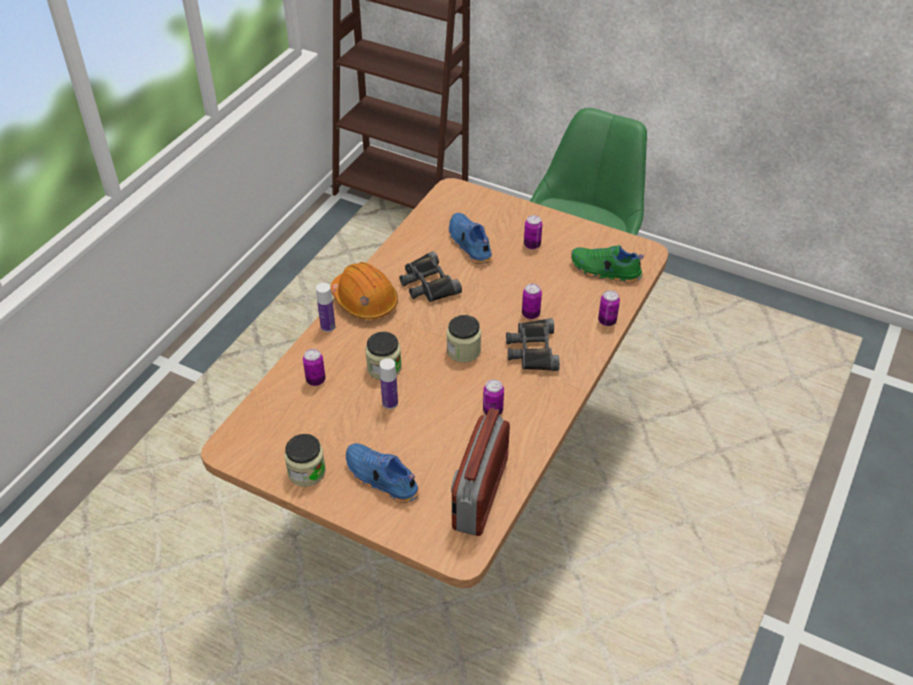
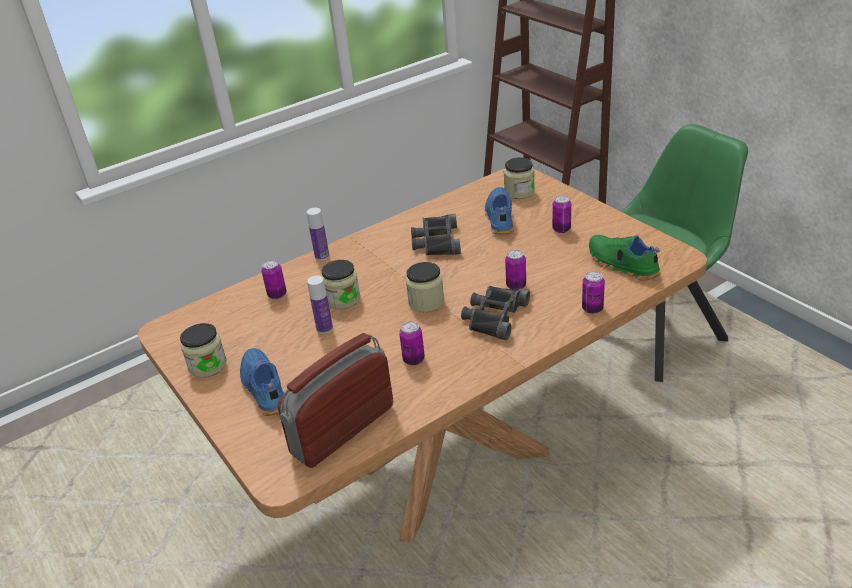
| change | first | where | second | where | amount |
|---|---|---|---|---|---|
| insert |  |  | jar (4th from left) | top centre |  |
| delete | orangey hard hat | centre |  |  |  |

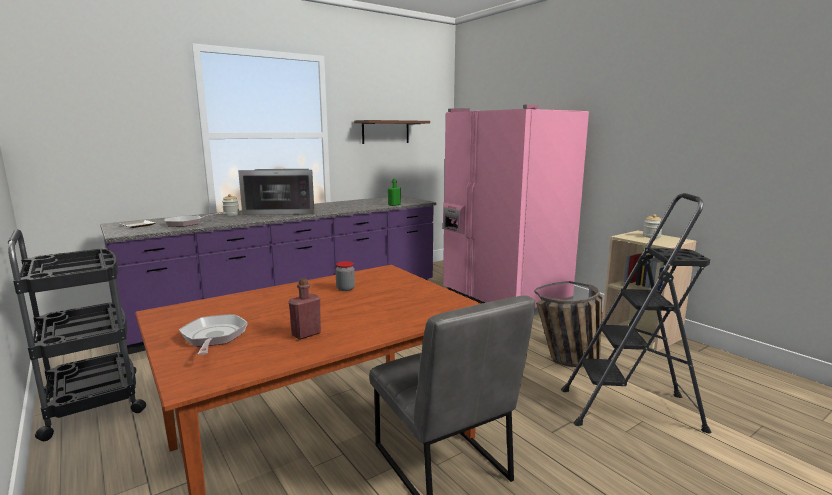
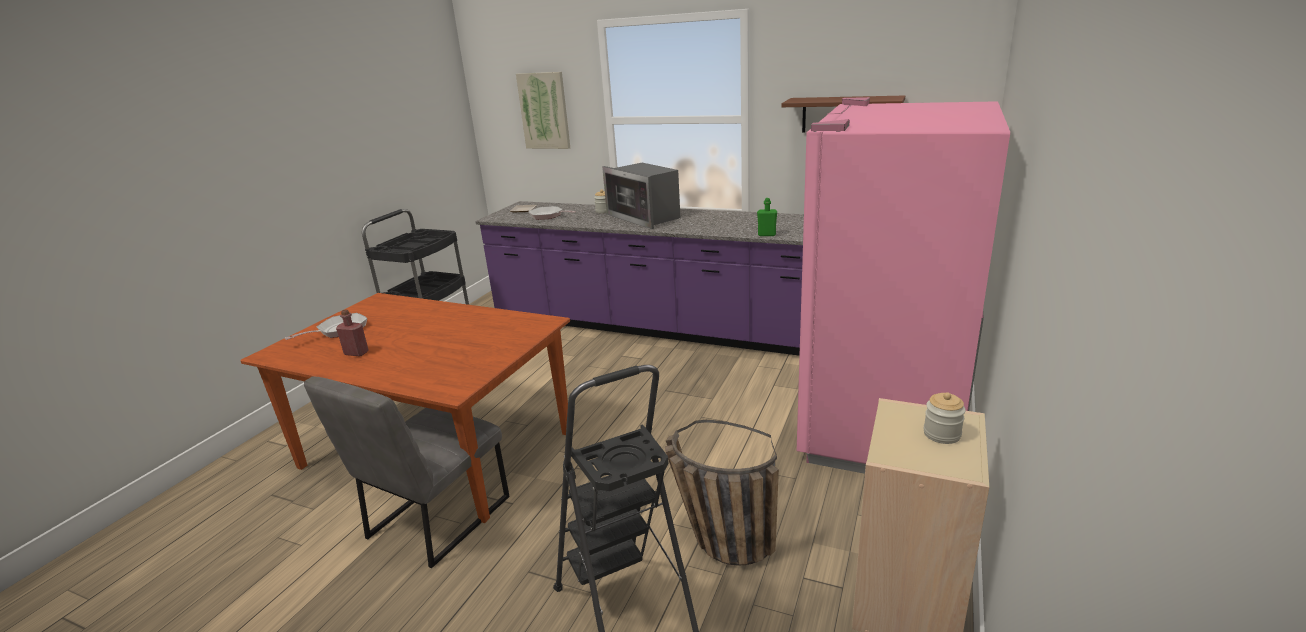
| change | first | where | second | where | amount |
|---|---|---|---|---|---|
| insert |  |  | wall picture | top centre |  |
| delete | jar (2nd from left) | centre |  |  |  |

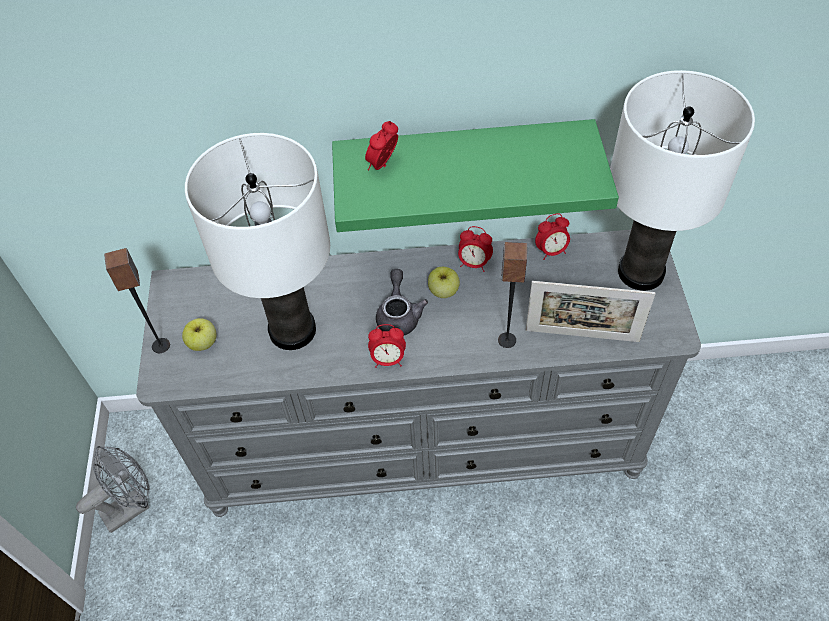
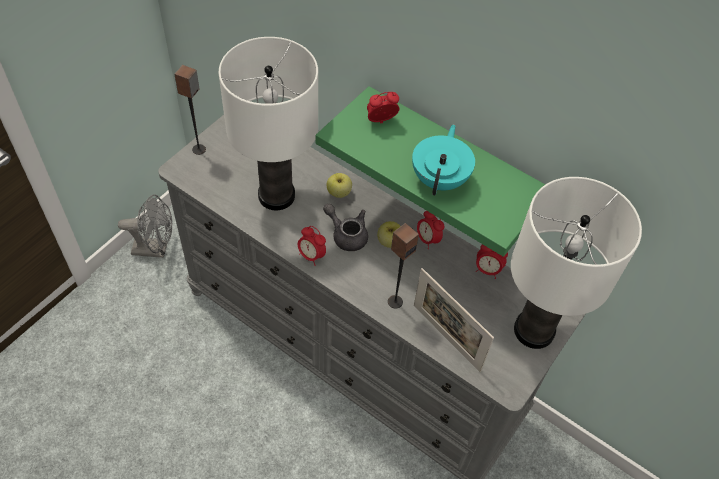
| change | first | where | second | where | amount |
|---|---|---|---|---|---|
| rotate | greyish teapot | centre |  | centre | 90 degrees counterclockwise |
| move | apple fruit (1st from left) | middle left |  | centre |  |
| insert |  |  | turquoise teapot | centre |  |

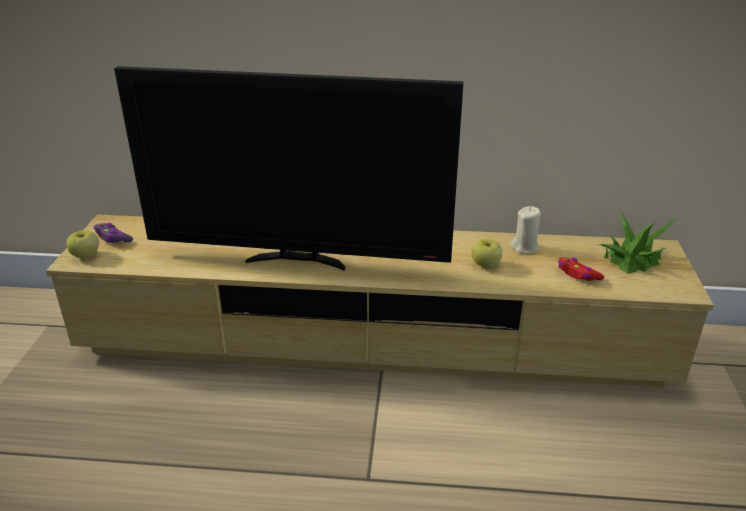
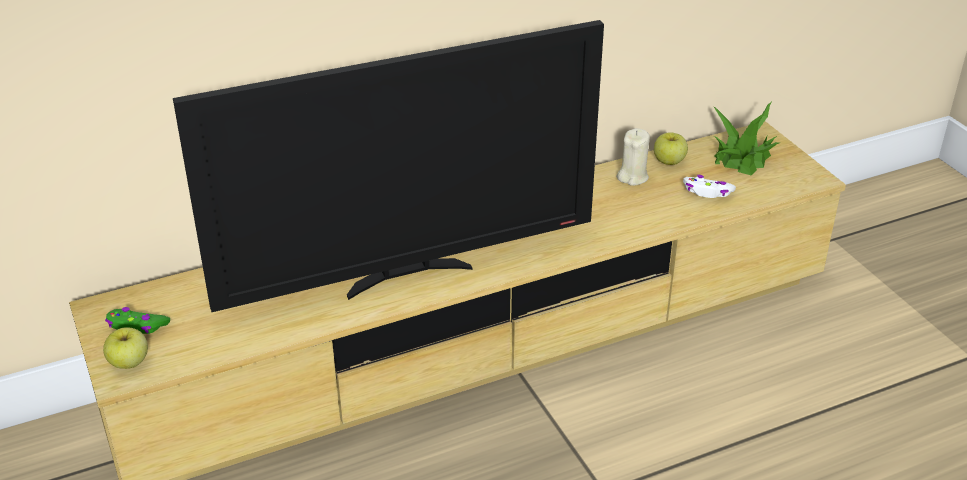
| change | first | where | second | where | amount |
|---|---|---|---|---|---|
| recolor | purplish gamepad | middle left | green-coloured gamepad | bottom left |  |
| move | apple fruit (2nd from left) | centre |  | top right |  |
| recolor | red gamepad | middle right | whitish gamepad | middle right |  |

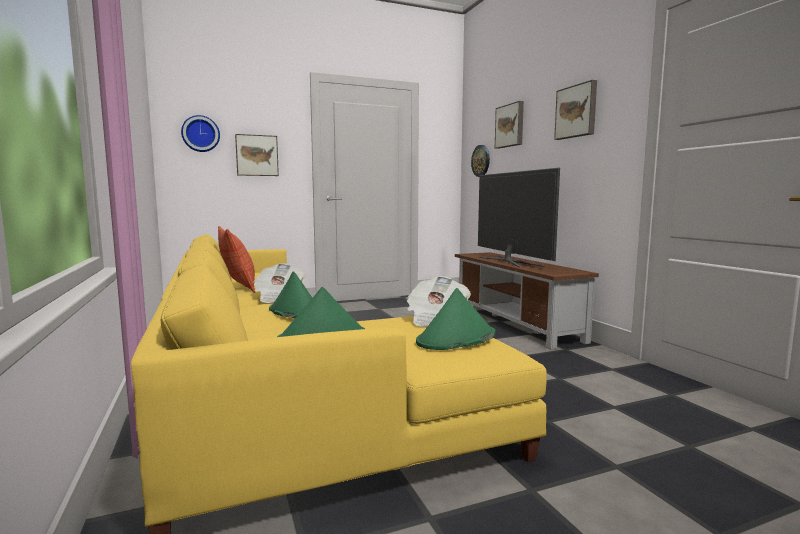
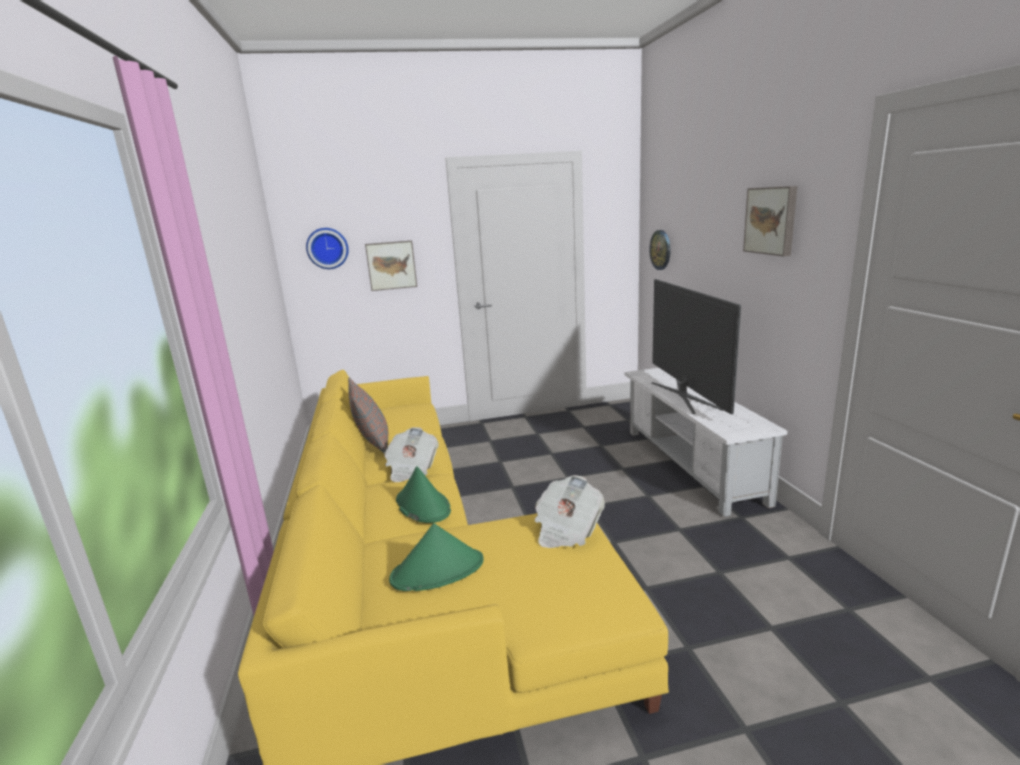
| change | first | where | second | where | amount |
|---|---|---|---|---|---|
| recolor | orangey pillow | middle left | greyish pillow | centre |  |
| recolor | brown tv stand | centre | whitish tv stand | middle right |  |
| delete | green-coloured hat (3rd from left) | centre |  |  |  |
| delete | wall picture (2nd from left) | top centre |  |  |  |

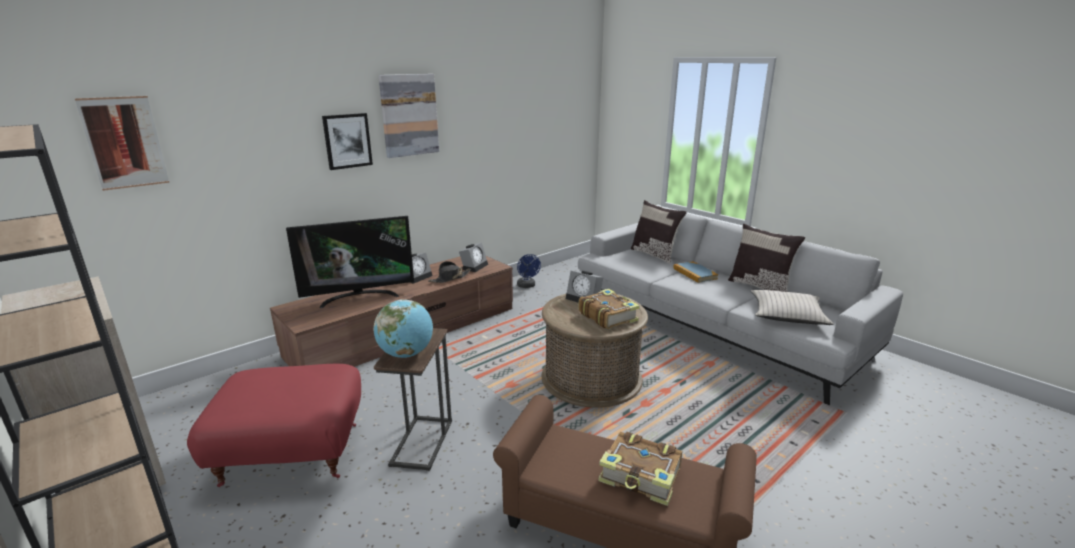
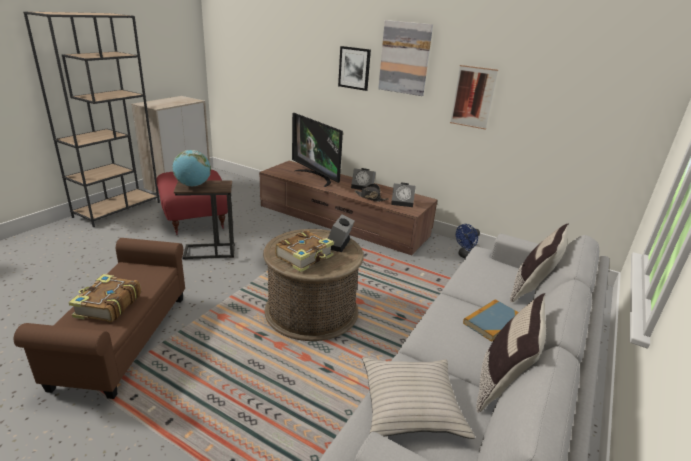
| change | first | where | second | where | amount |
|---|---|---|---|---|---|
| move | wall picture (1st from left in the first image) | top left | wall picture (3rd from left) | top right |  |

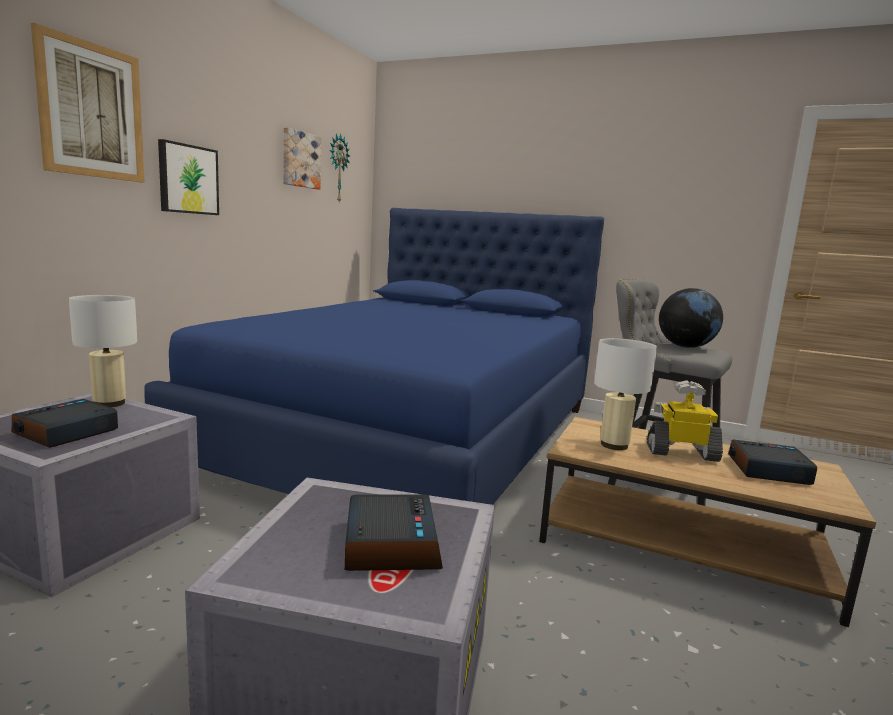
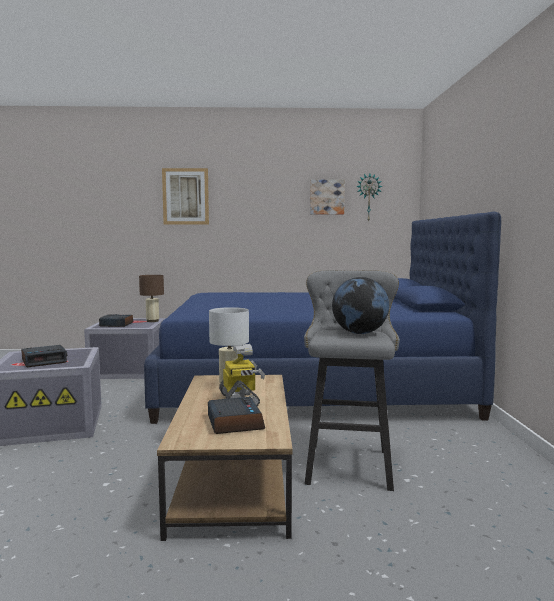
| change | first | where | second | where | amount |
|---|---|---|---|---|---|
| recolor | whitish lamp for a table (1st from left) | middle left | brown lamp for a table | middle left |  |
| delete | wall picture (2nd from left) | top left |  |  |  |

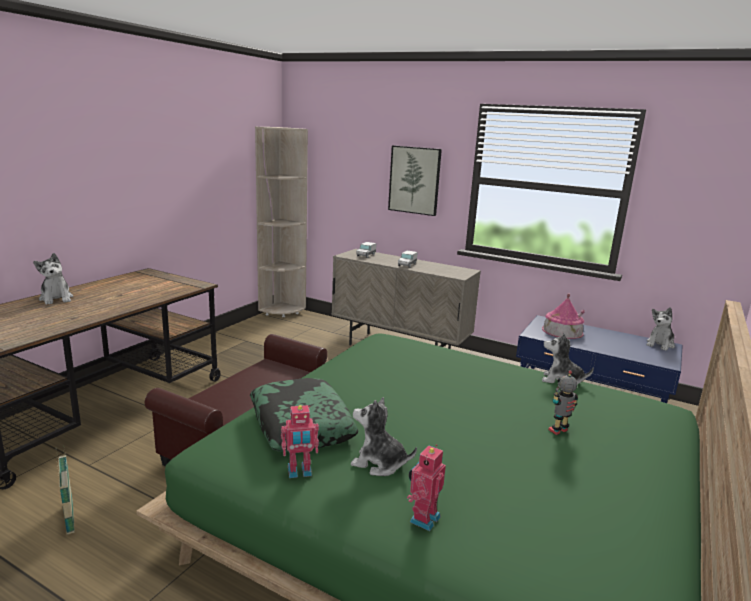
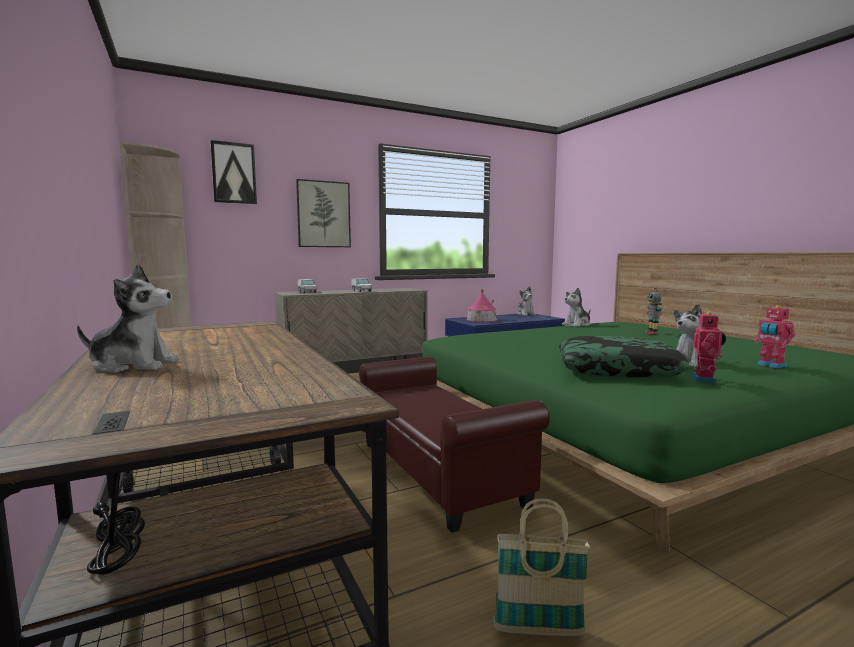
| change | first | where | second | where | amount |
|---|---|---|---|---|---|
| insert |  |  | wall picture (1st from left) | top left |  |

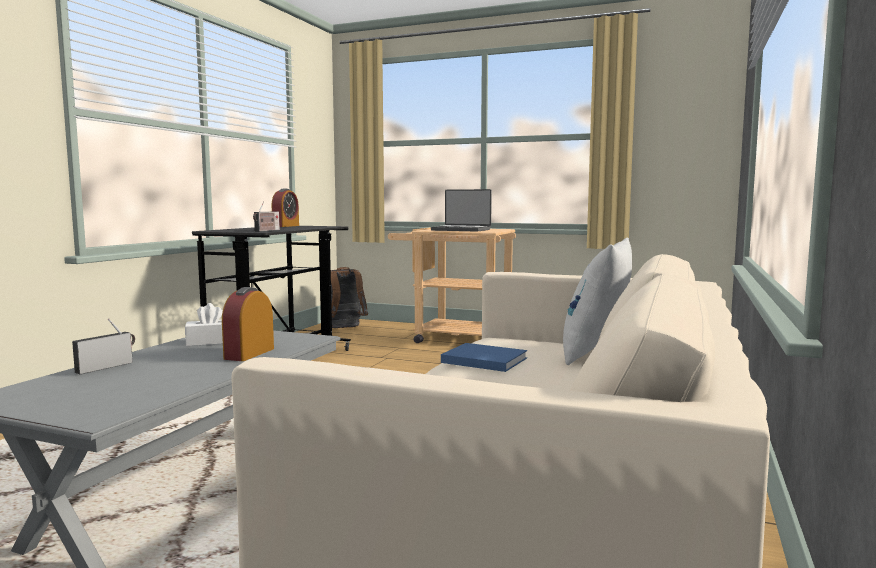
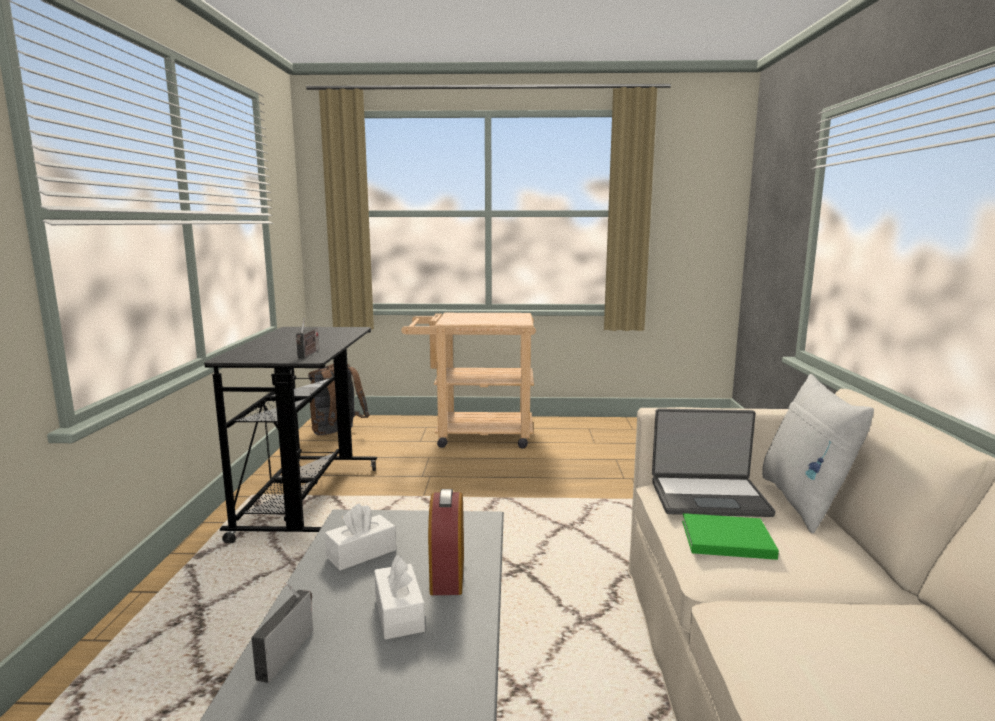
| change | first | where | second | where | amount |
|---|---|---|---|---|---|
| insert |  |  | whitish tissue box (2nd from left) | bottom centre |  |
| move | laptop | centre |  | middle right |  |
| recolor | bluish volume | centre | green-coloured volume | bottom right |  |
| delete | alarm clock (2nd from left) | middle left |  |  |  |

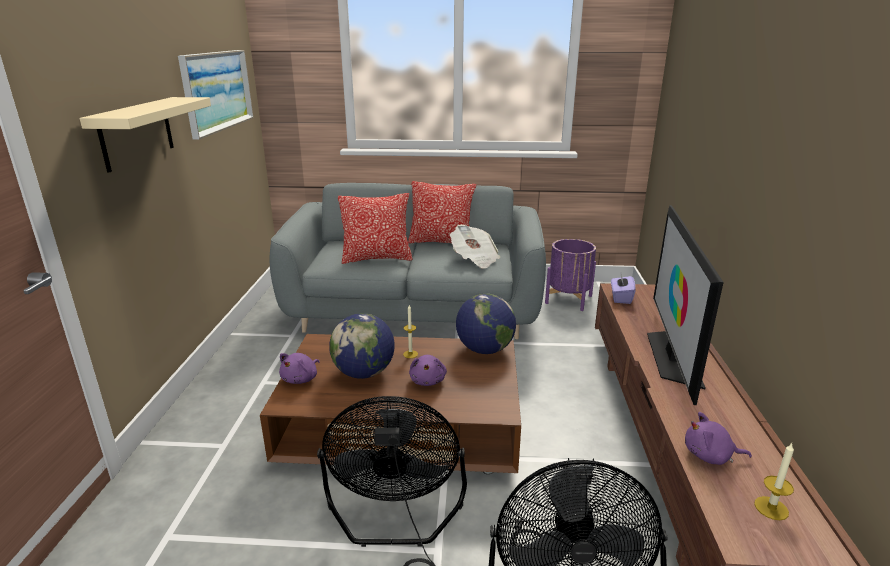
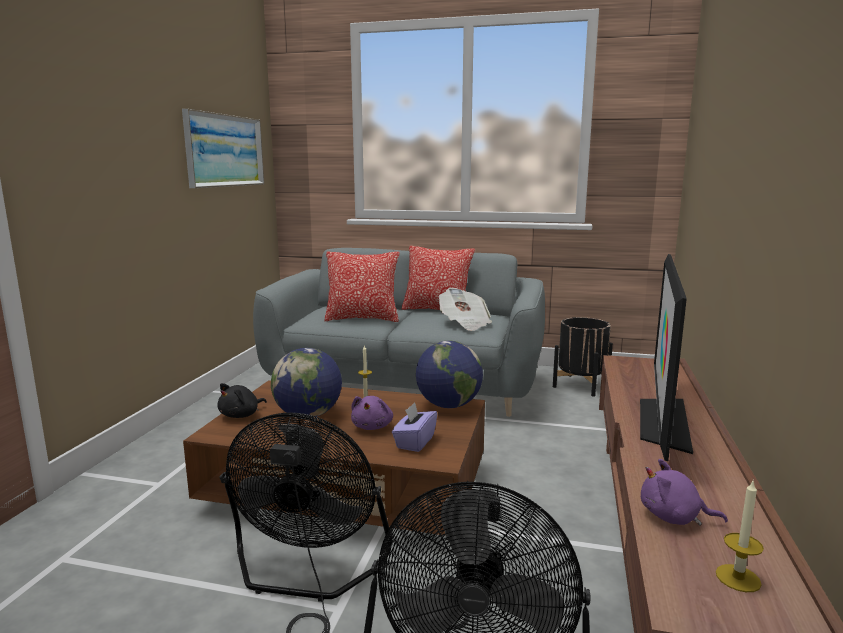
| change | first | where | second | where | amount |
|---|---|---|---|---|---|
| recolor | purplish soft toy (1st from left) | centre | blackish soft toy | middle left |  |
| move | purplish tissue box | middle right |  | bottom centre |  |
| recolor | purplish flower pot | centre | blackish flower pot | middle right |  |
| delete | beige shelf | top left |  |  |  |

